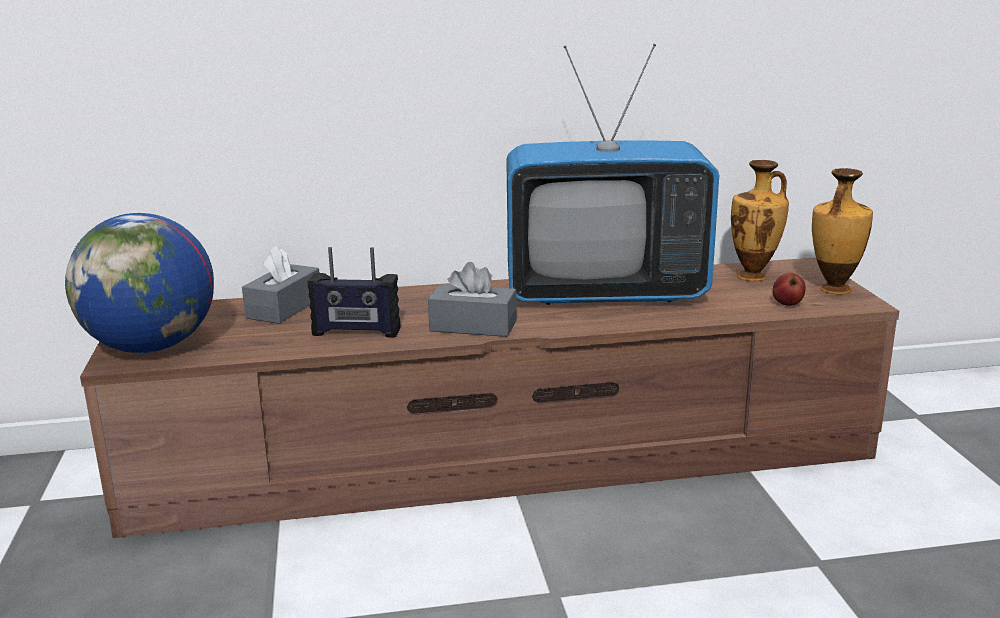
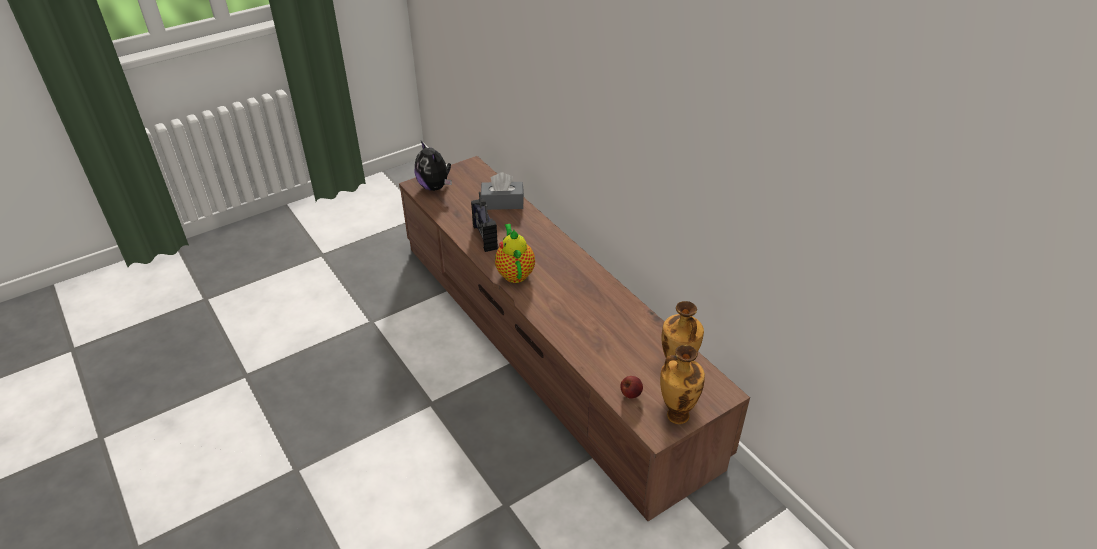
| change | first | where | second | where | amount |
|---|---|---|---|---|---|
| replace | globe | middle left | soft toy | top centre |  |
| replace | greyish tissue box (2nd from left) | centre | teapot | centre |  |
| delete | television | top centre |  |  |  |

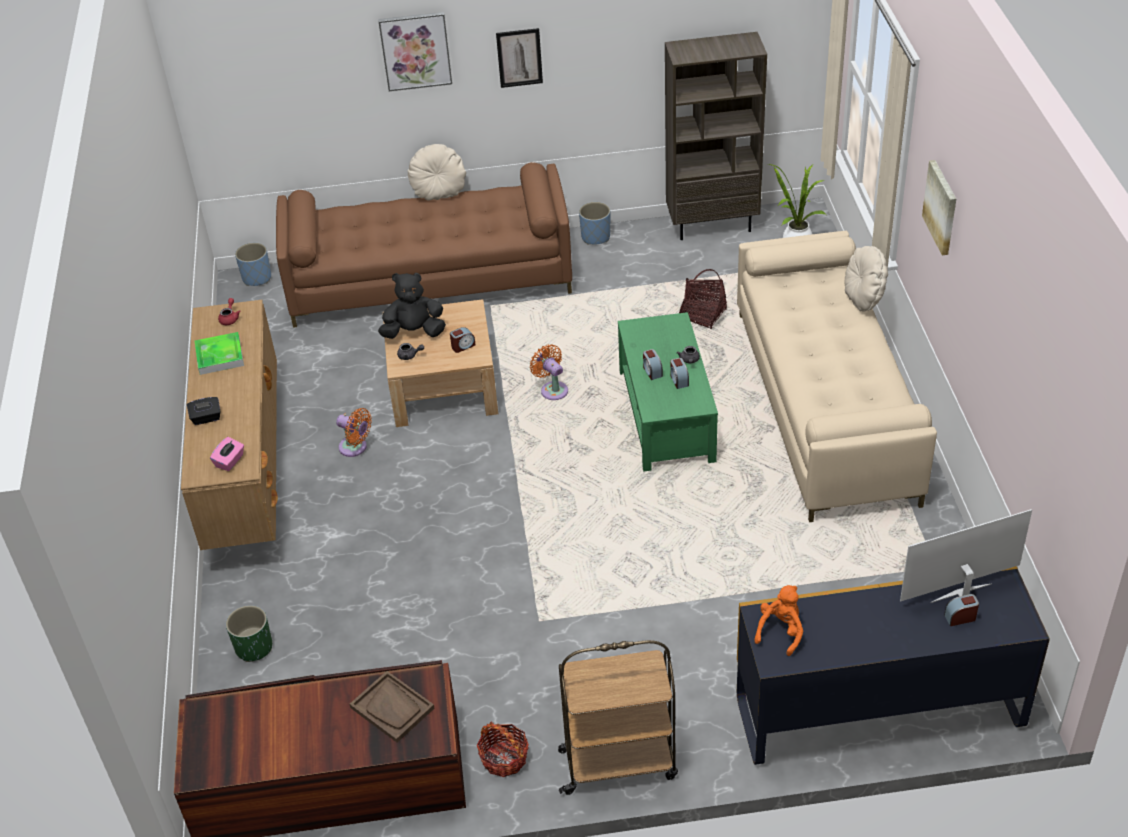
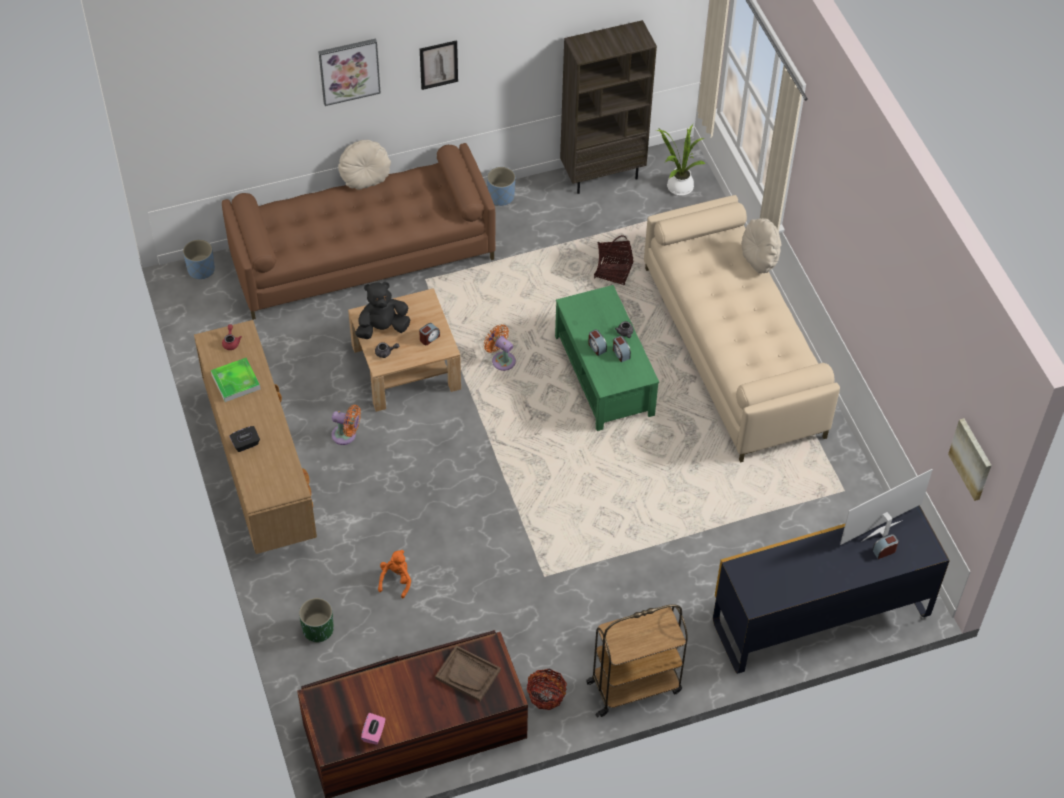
| change | first | where | second | where | amount |
|---|---|---|---|---|---|
| move | pinkish tissue box | middle left |  | bottom centre |  |
| move | orangey soft toy | bottom right |  | bottom centre |  |
| move | wall picture (3rd from left) | top right |  | middle right |  |

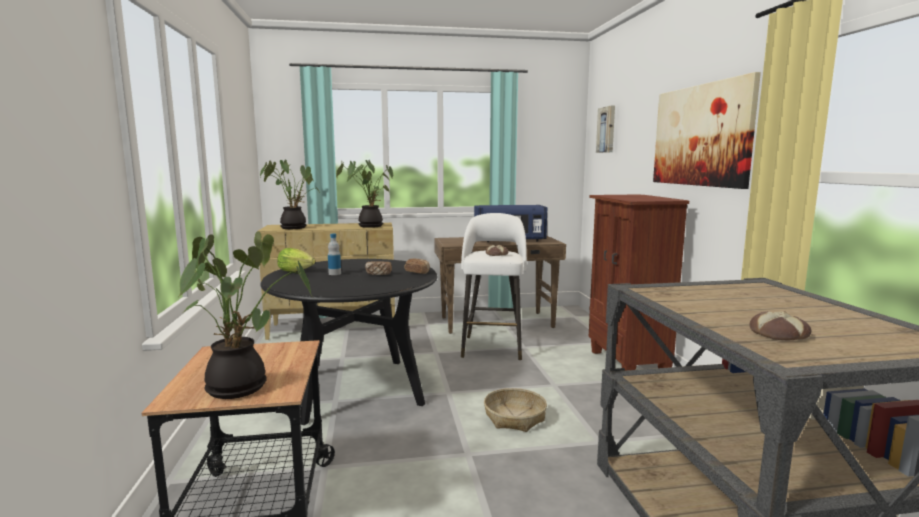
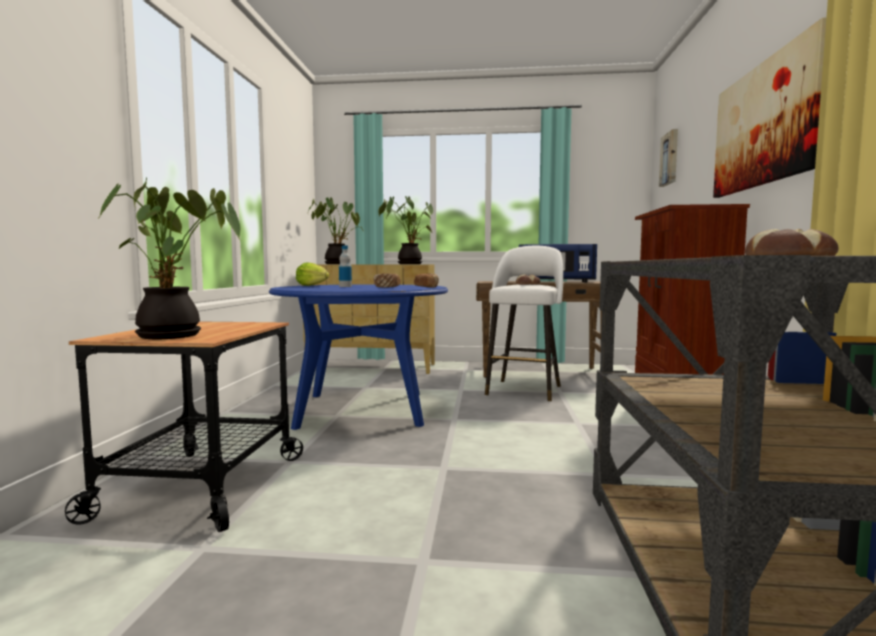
| change | first | where | second | where | amount |
|---|---|---|---|---|---|
| recolor | blackish dinner table | centre | bluish dinner table | centre |  |
| delete | household basket | bottom centre |  |  |  |

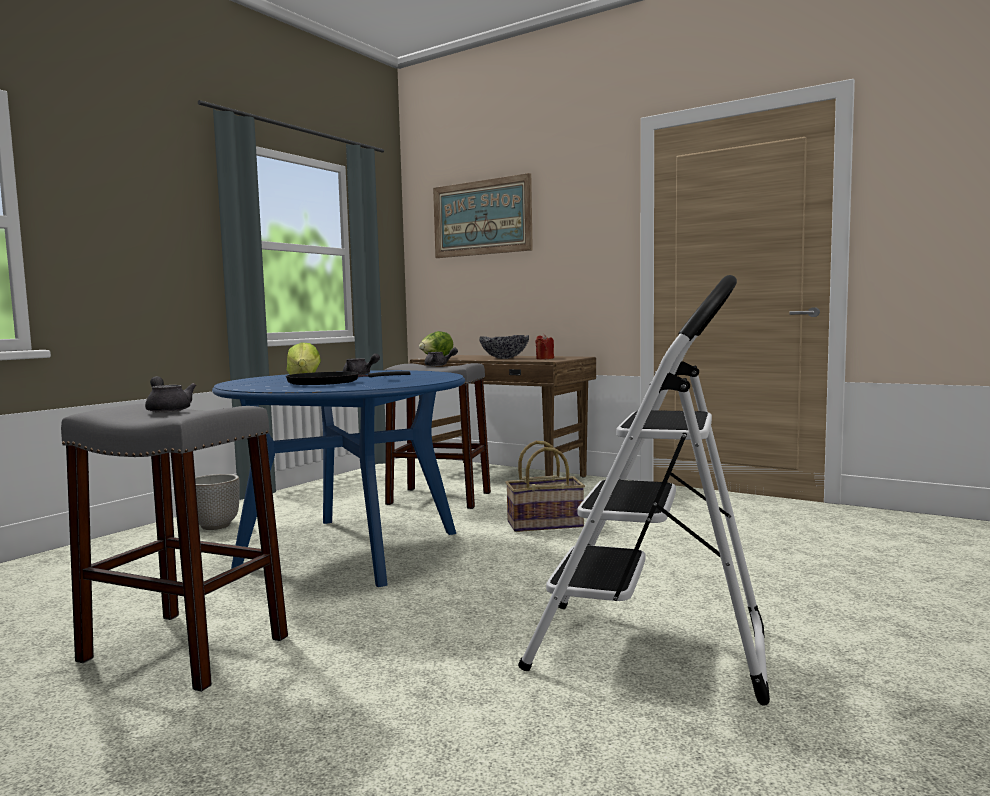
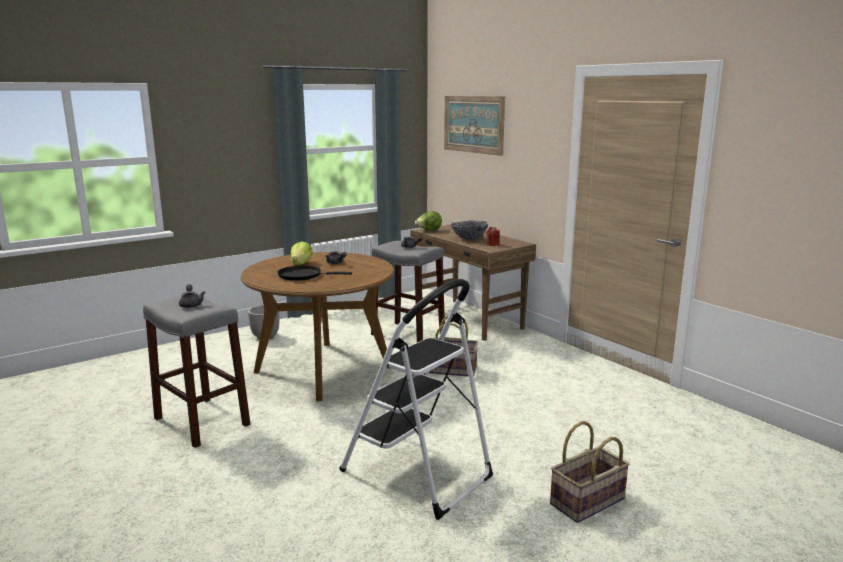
| change | first | where | second | where | amount |
|---|---|---|---|---|---|
| recolor | bluish dinner table | centre | brown dinner table | centre |  |
| insert |  |  | household basket (2nd from left) | bottom right |  |

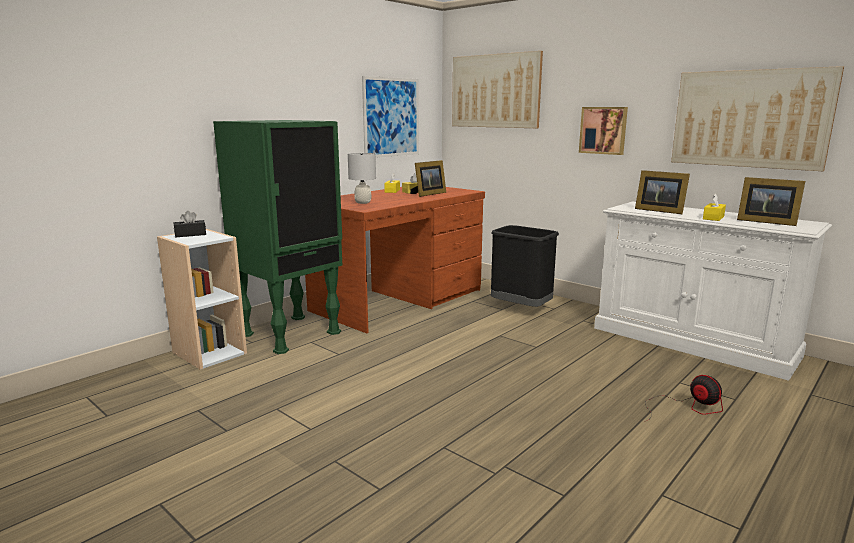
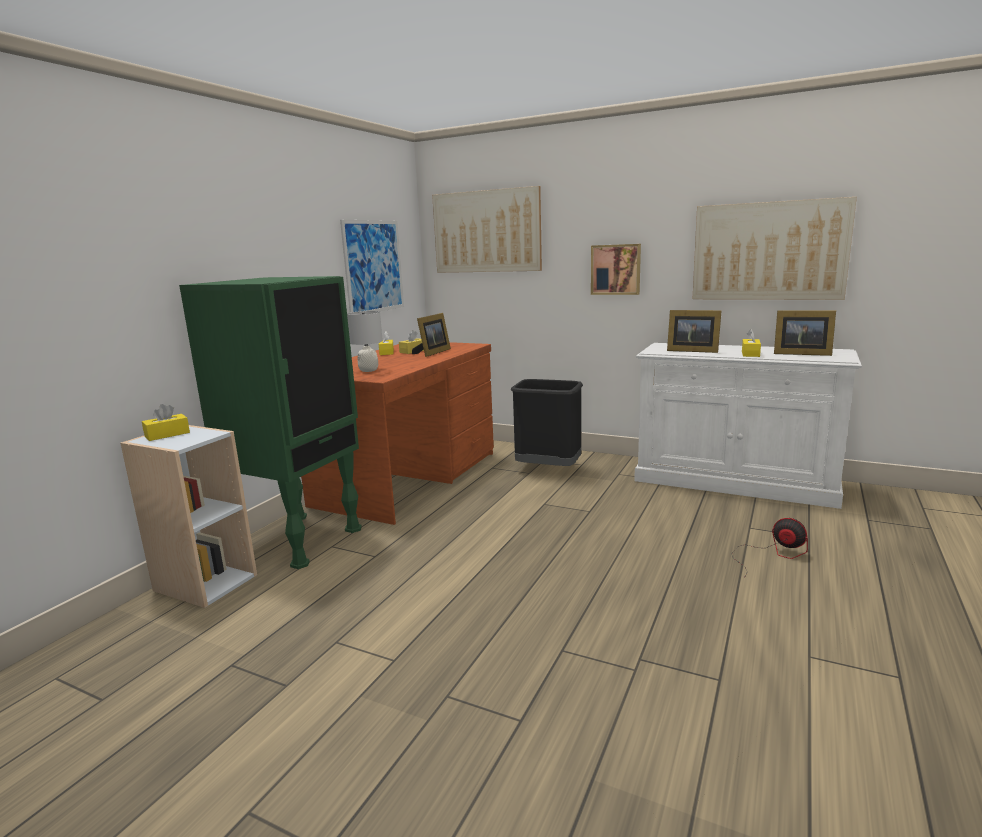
| change | first | where | second | where | amount |
|---|---|---|---|---|---|
| recolor | blackish tissue box | middle left | yellowish tissue box (1st from left) | middle left |  |

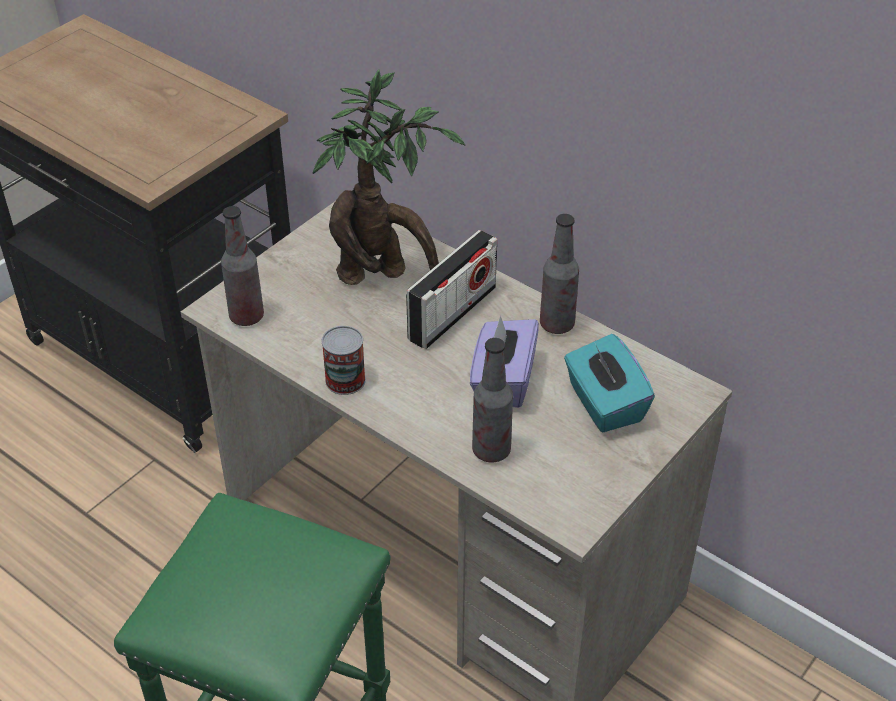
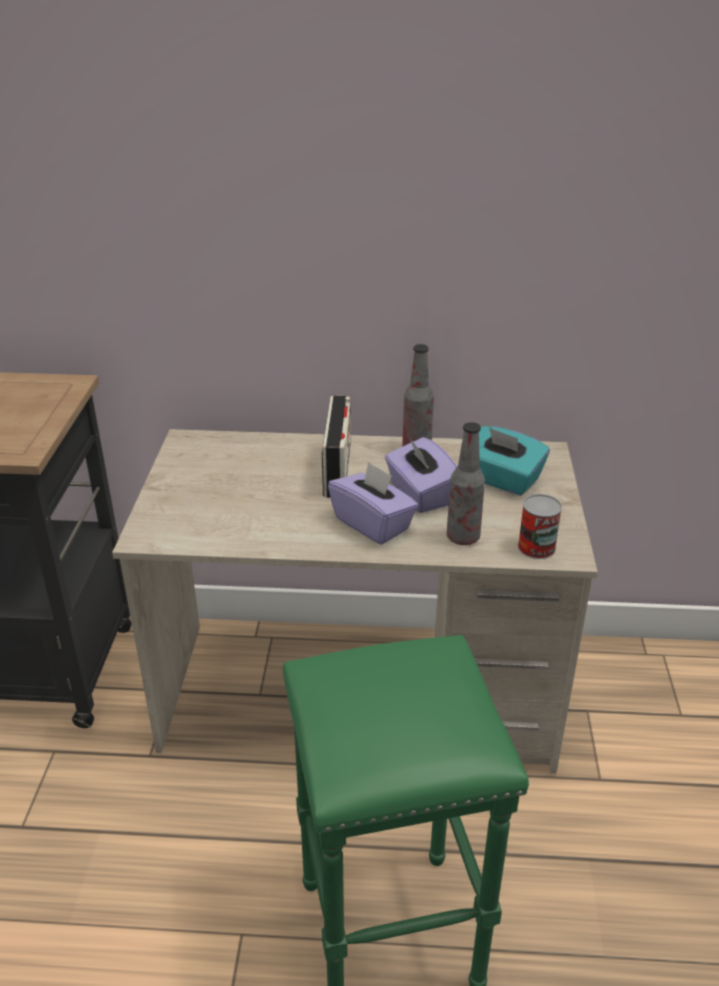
| change | first | where | second | where | amount |
|---|---|---|---|---|---|
| insert |  |  | purplish tissue box (1st from left) | centre |  |
| move | can | centre |  | middle right |  |
| delete | drink bottle (1st from left) | middle left |  |  |  |
| delete | potted plant | top centre |  |  |  |

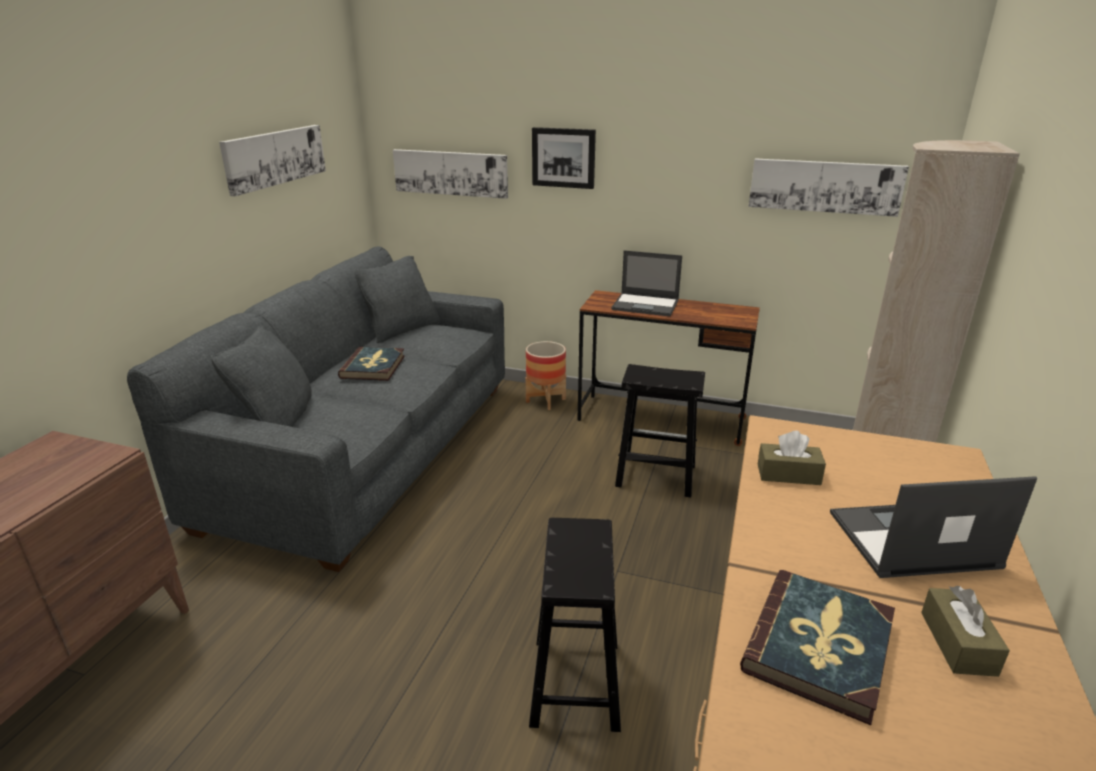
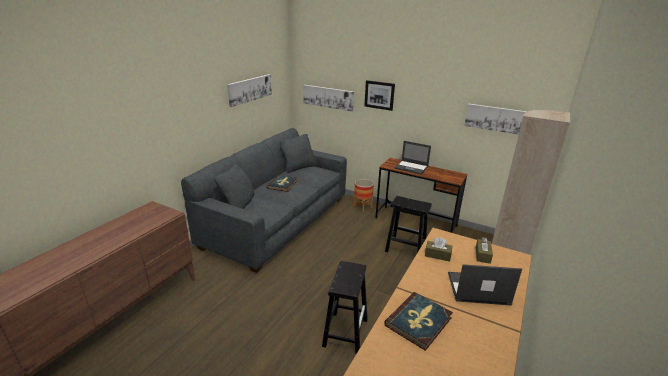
| change | first | where | second | where | amount |
|---|---|---|---|---|---|
| move | brown tissue box (2nd from left) | bottom right |  | middle right |  |

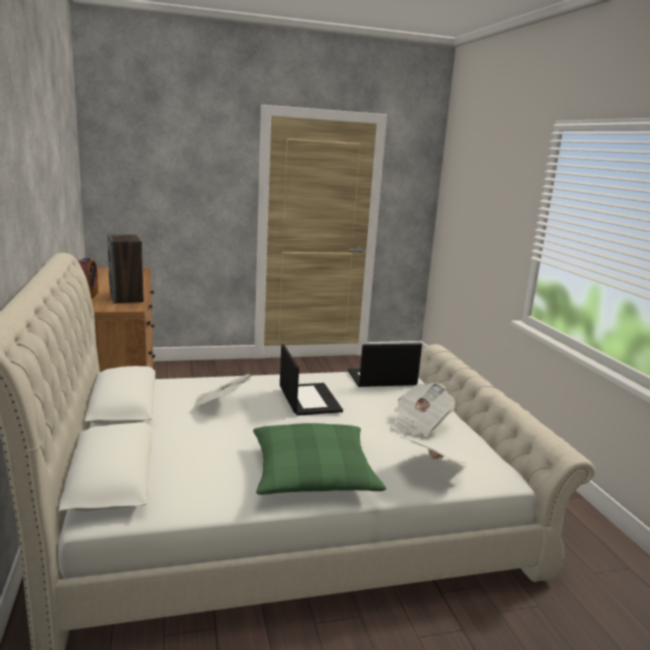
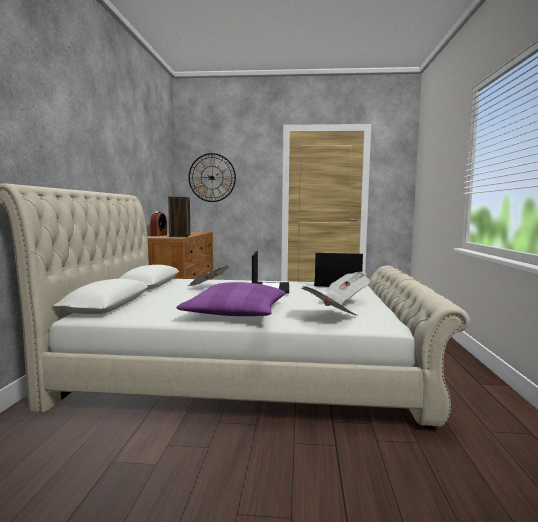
| change | first | where | second | where | amount |
|---|---|---|---|---|---|
| recolor | green-coloured pillow | bottom centre | purplish pillow | centre |  |
| insert |  |  | hanging clock | centre |  |

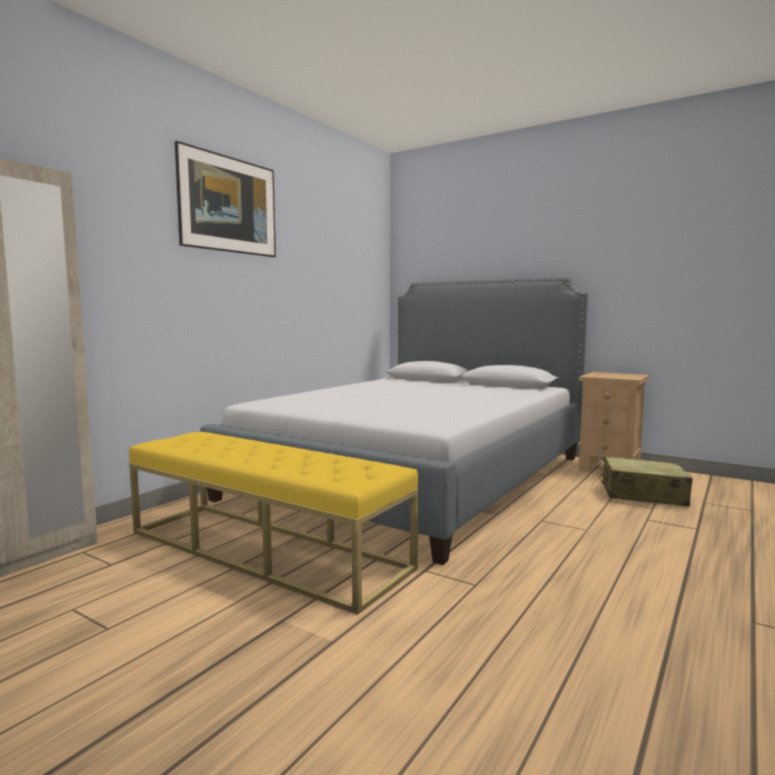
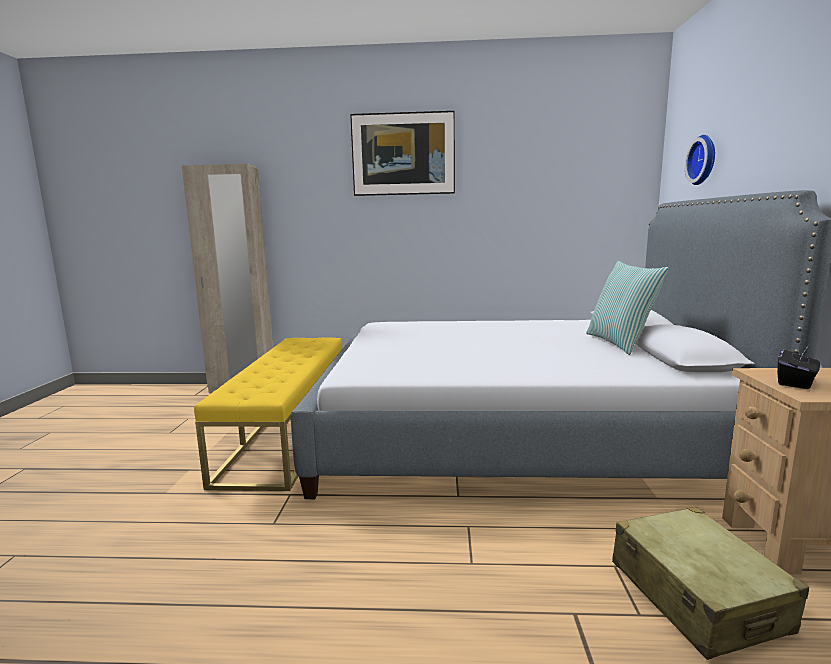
| change | first | where | second | where | amount |
|---|---|---|---|---|---|
| insert |  |  | pillow | middle right |  |
| insert |  |  | hanging clock | top right |  |
| insert |  |  | blackish tissue box | middle right |  |

